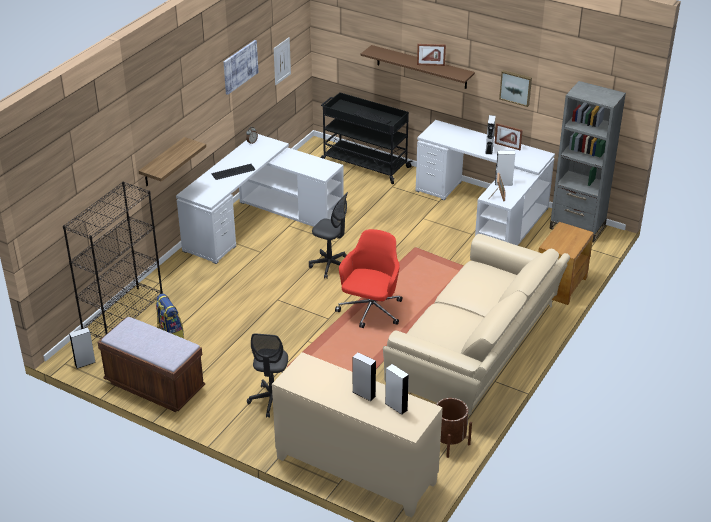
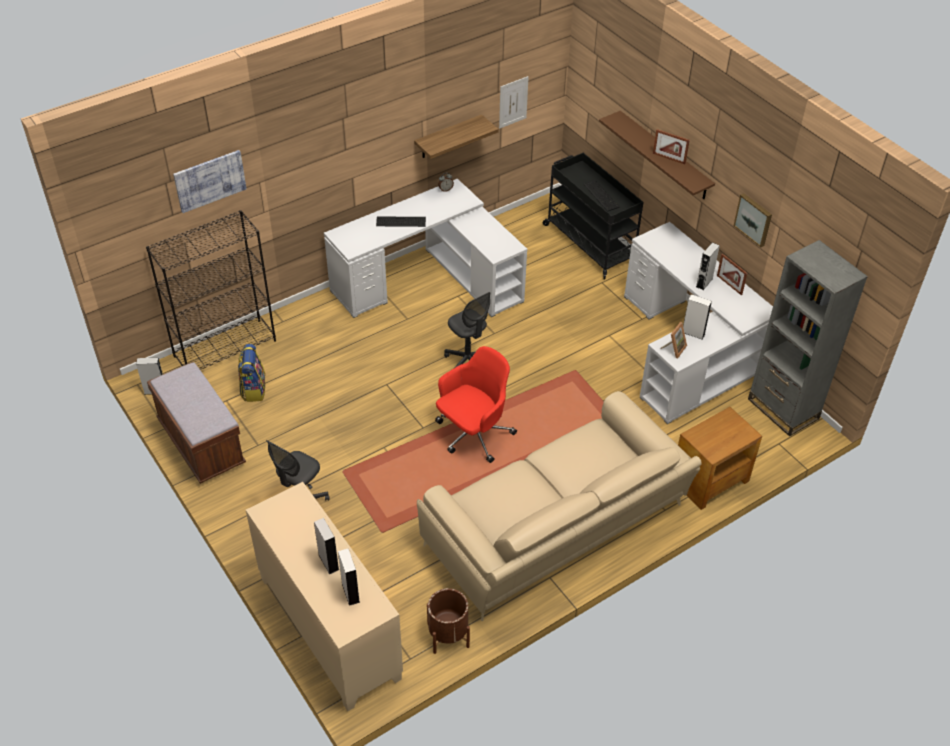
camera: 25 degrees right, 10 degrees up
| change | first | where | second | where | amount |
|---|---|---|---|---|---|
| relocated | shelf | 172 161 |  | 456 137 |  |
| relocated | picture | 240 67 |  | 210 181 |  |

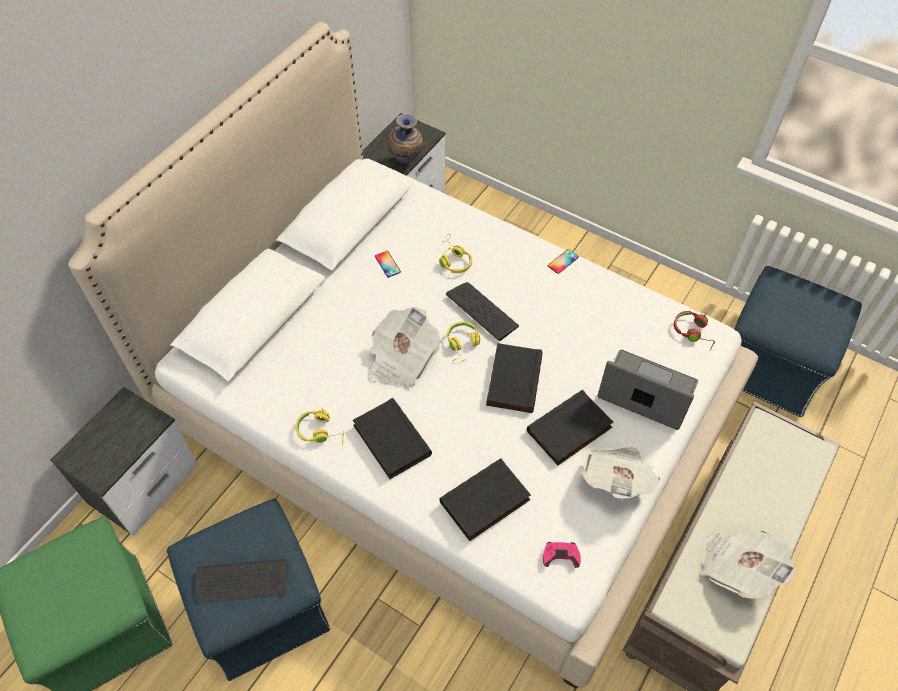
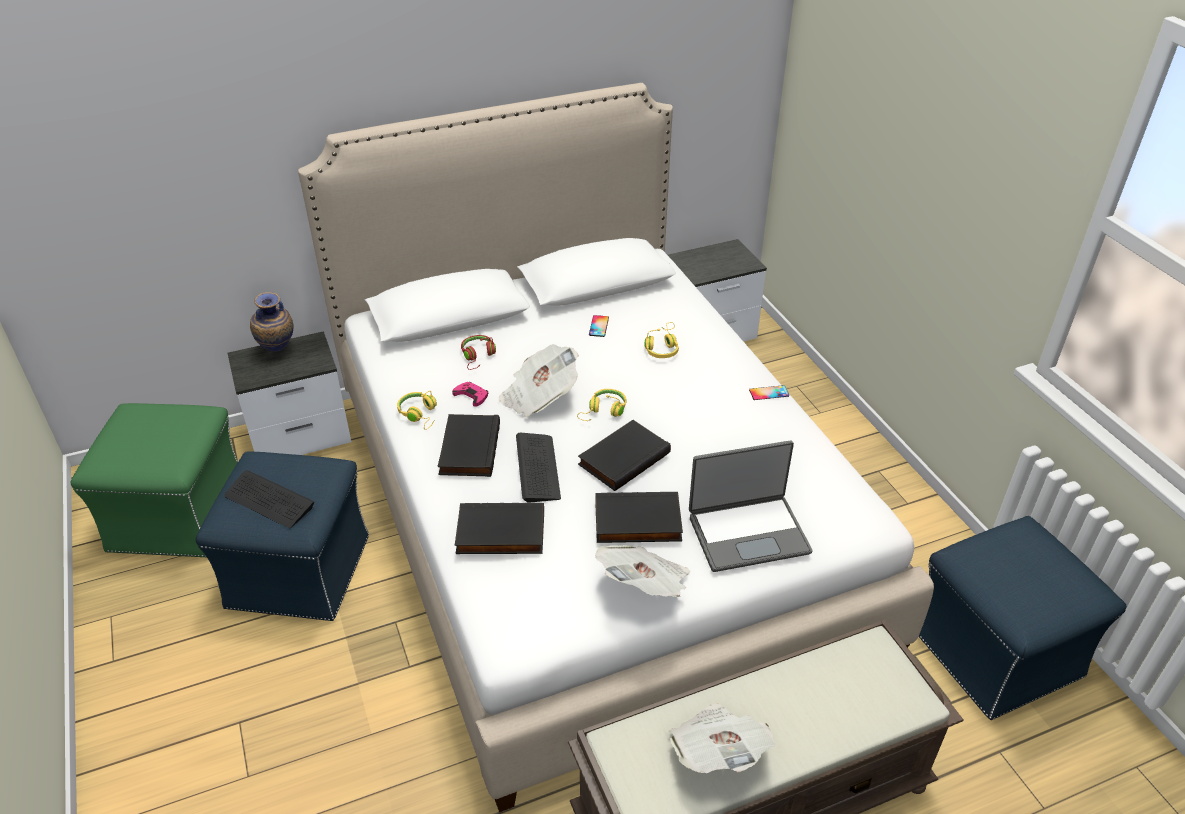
camera: 35 degrees right, 15 degrees down
| change | first | where | second | where | amount |
|---|---|---|---|---|---|
| relocated | vase | 405 139 |  | 271 322 |  |
| relocated | keyboard | 482 311 |  | 538 468 |  |
| relocated | pink game controller | 562 555 |  | 470 394 |  |
| spun | laptop | 648 389 |  | 750 506 | 105 degrees clockwise |
| relocated | red headphones | 694 331 |  | 478 352 |  |

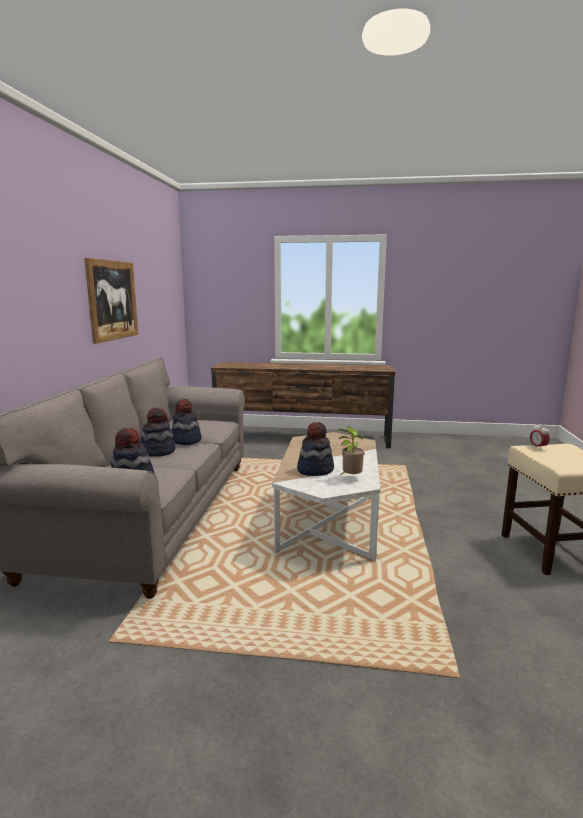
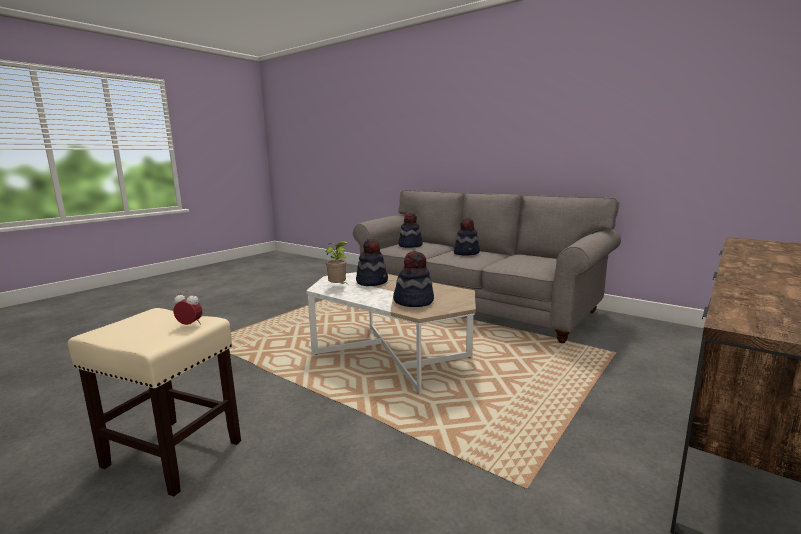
camera: 120 degrees right, 0 degrees up
| change | first | where | second | where | amount |
|---|---|---|---|---|---|
| missing | picture | 111 301 |  |  |  |
| relocated | hat | 187 422 |  | 413 279 |  |

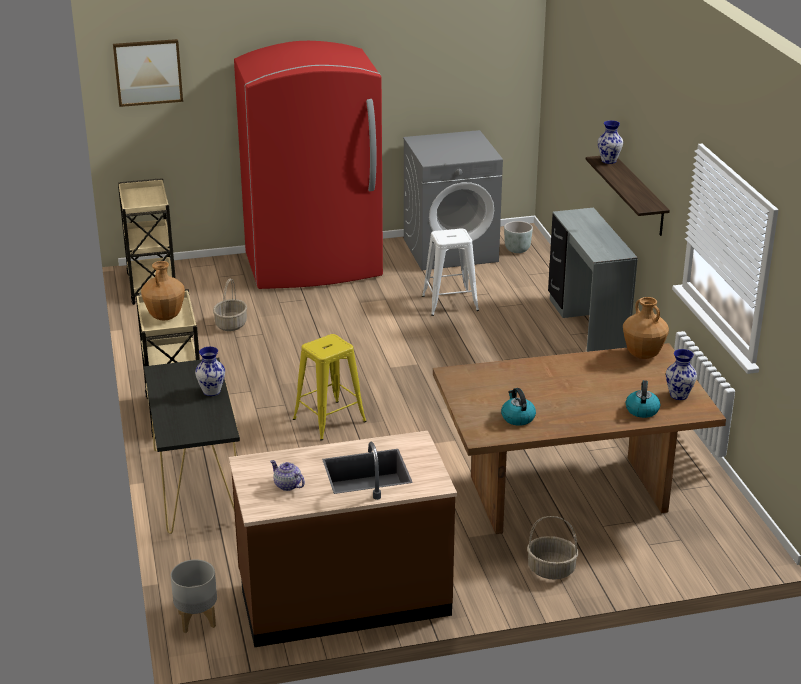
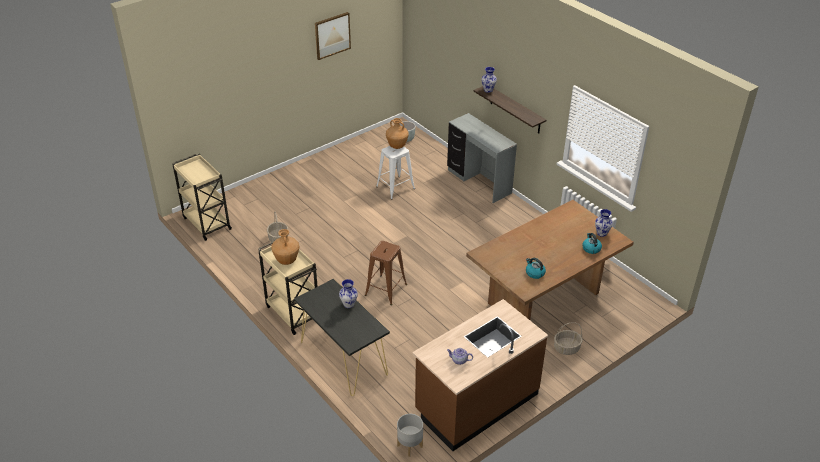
camera: 25 degrees left, 10 degrees up
| change | first | where | second | where | amount |
|---|---|---|---|---|---|
| relocated | picture | 148 73 |  | 333 36 |  |
| missing | red fridge | 308 165 |  |  |  |
| colour | yellow stool | 330 387 | brown stool | 386 273 |  |
| missing | grey washing machine | 453 200 |  |  |  |
| relocated | brown vase | 646 328 |  | 397 133 |  |

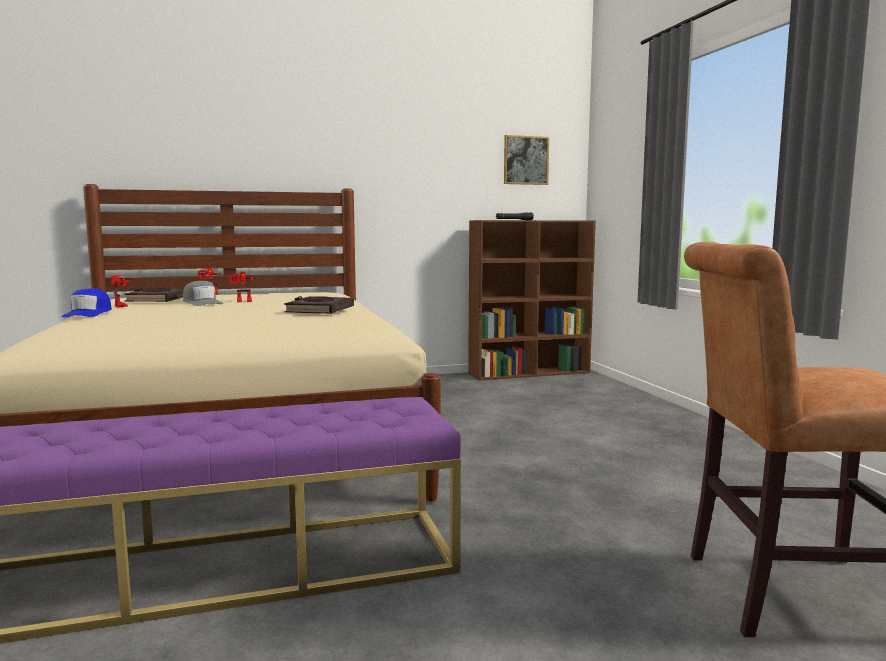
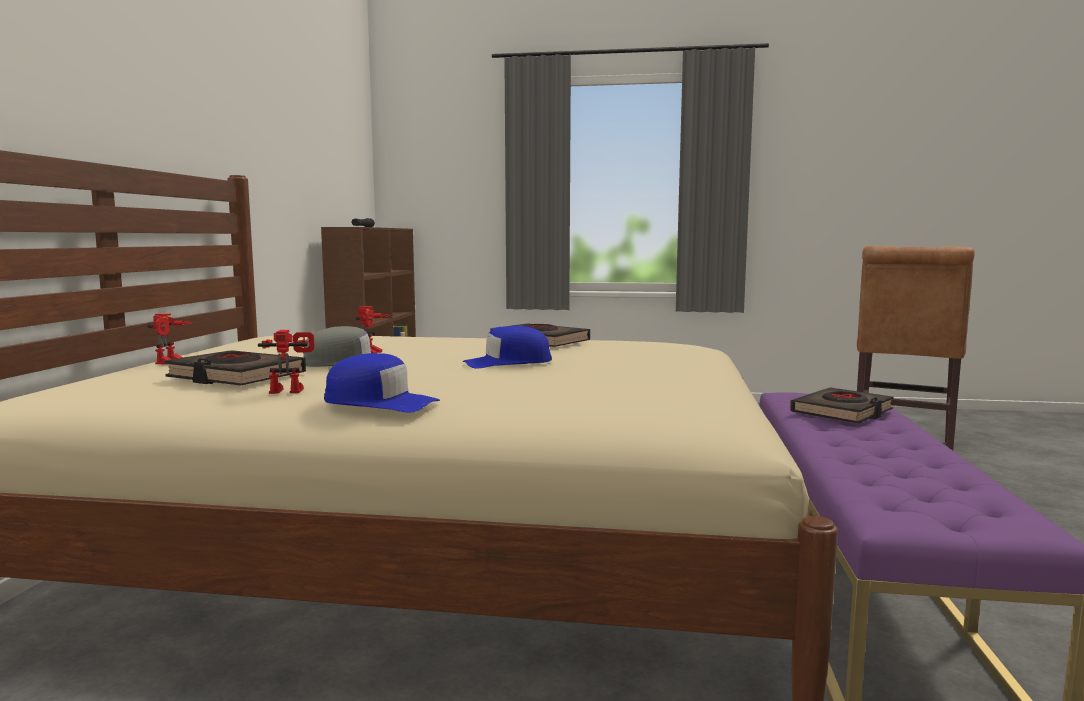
camera: 65 degrees left, 0 degrees up
| change | first | where | second | where | amount |
|---|---|---|---|---|---|
| missing | picture | 526 160 |  |  |  |
| appeared |  |  | blue cap | 507 347 |  |
| appeared |  |  | black book | 841 406 |  |

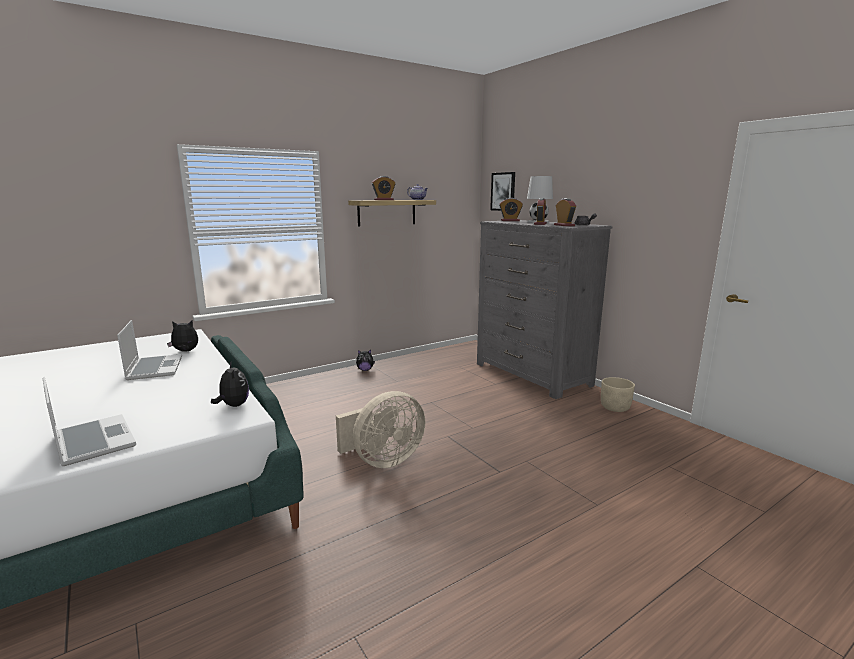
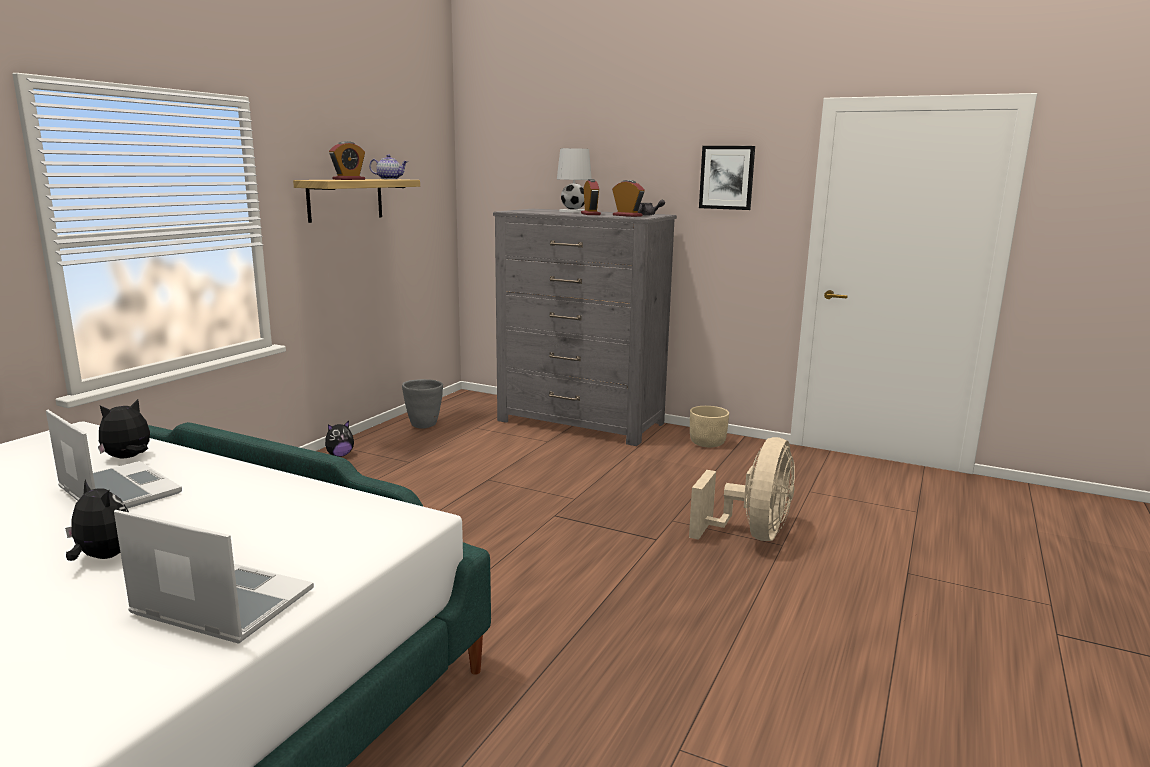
camera: 30 degrees left, 0 degrees up
| change | first | where | second | where | amount |
|---|---|---|---|---|---|
| relocated | plush toy | 230 385 |  | 97 520 |  |
| relocated | beige fan | 380 429 |  | 742 489 |  |
| relocated | picture | 502 191 |  | 727 178 |  |
| missing | alarm clock | 511 209 |  |  |  |
| appeared |  |  | grey planter | 422 404 |  |

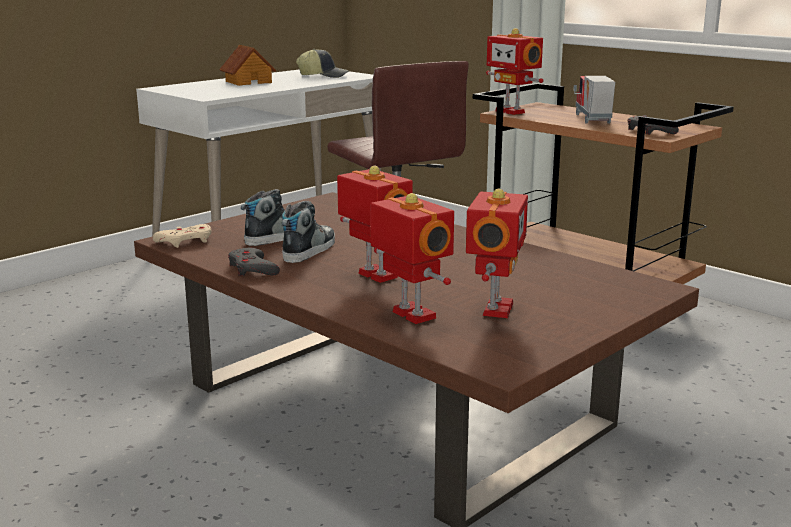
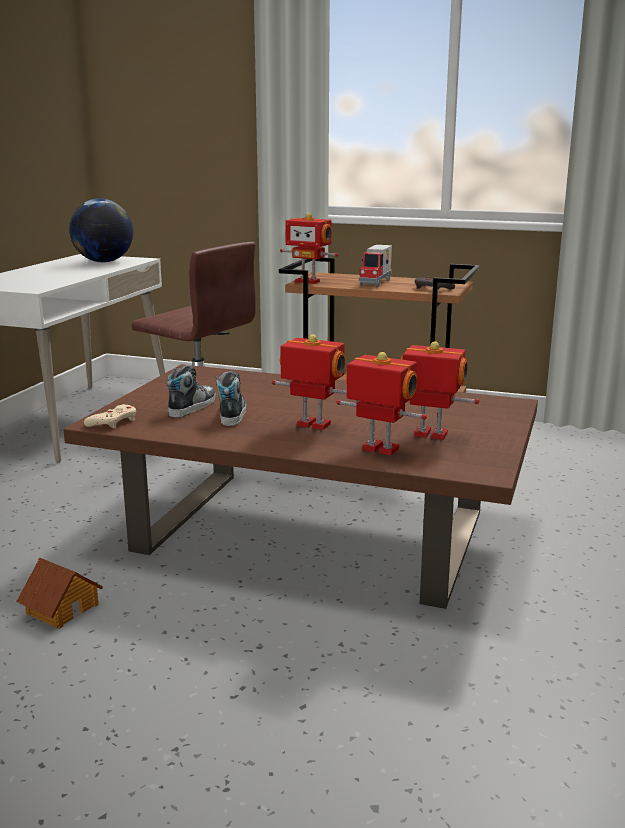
camera: 25 degrees left, 0 degrees up
| change | first | where | second | where | amount |
|---|---|---|---|---|---|
| relocated | toy house | 247 65 |  | 59 593 |  |
| missing | grey game controller | 254 262 |  |  |  |
| exchanged | cap | 322 63 | globe | 101 230 |  |
| spun | toy robot | 497 253 |  | 440 390 | 60 degrees counterclockwise |
| spun | toy truck | 594 100 |  | 375 266 | 135 degrees counterclockwise |

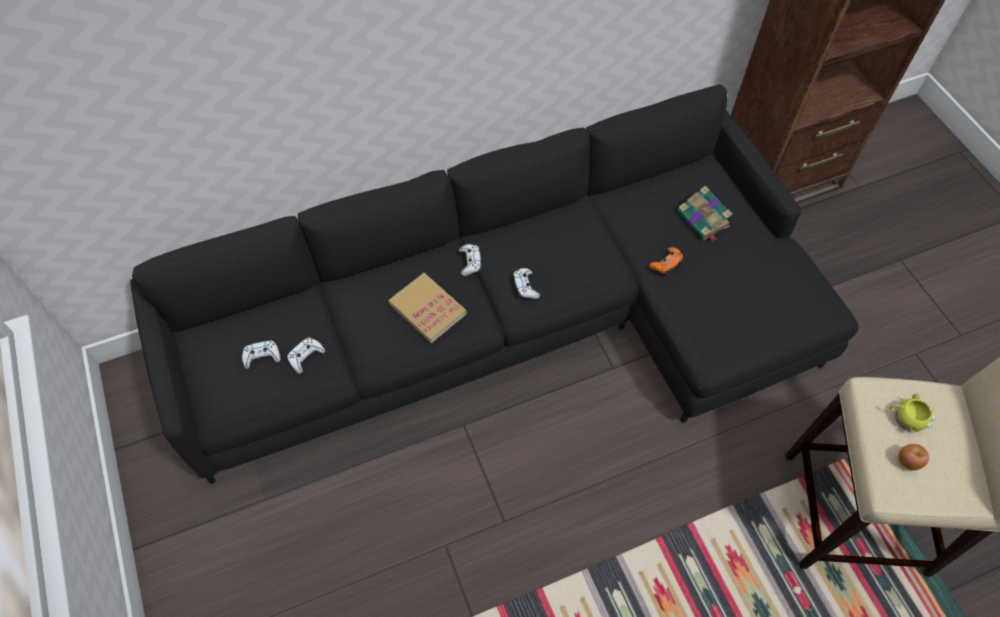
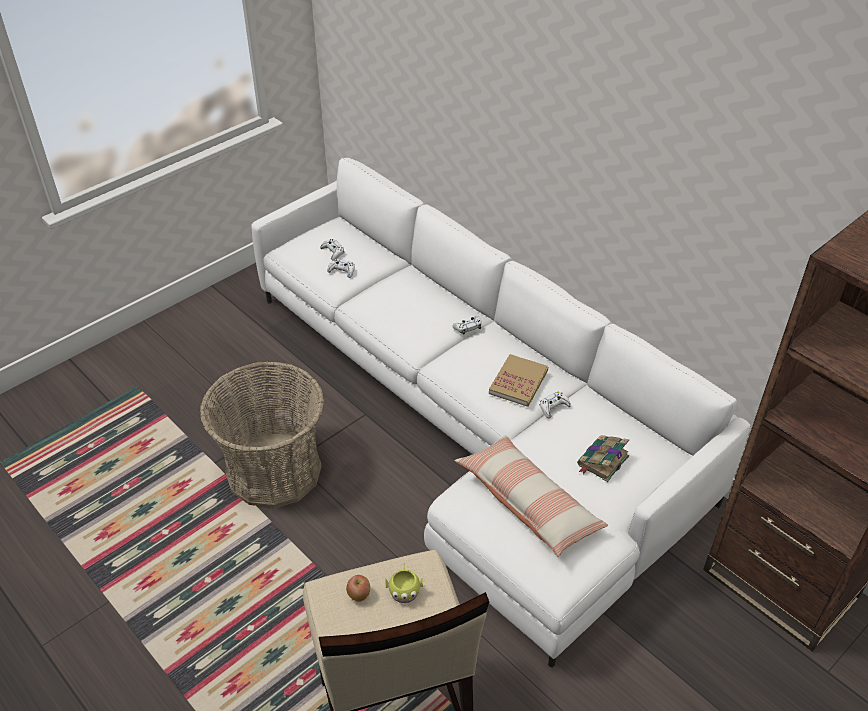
camera: 70 degrees right, 15 degrees down
| change | first | where | second | where | amount |
|---|---|---|---|---|---|
| colour | black sofa | 494 284 | white sofa | 501 413 |  |
| relocated | book | 427 308 |  | 518 380 |  |
| relocated | white game controller | 526 283 |  | 555 405 |  |
| missing | orange game controller | 666 261 |  |  |  |
| appeared |  |  | basket | 262 435 |  |
| appeared |  |  | pillow | 531 496 |  |

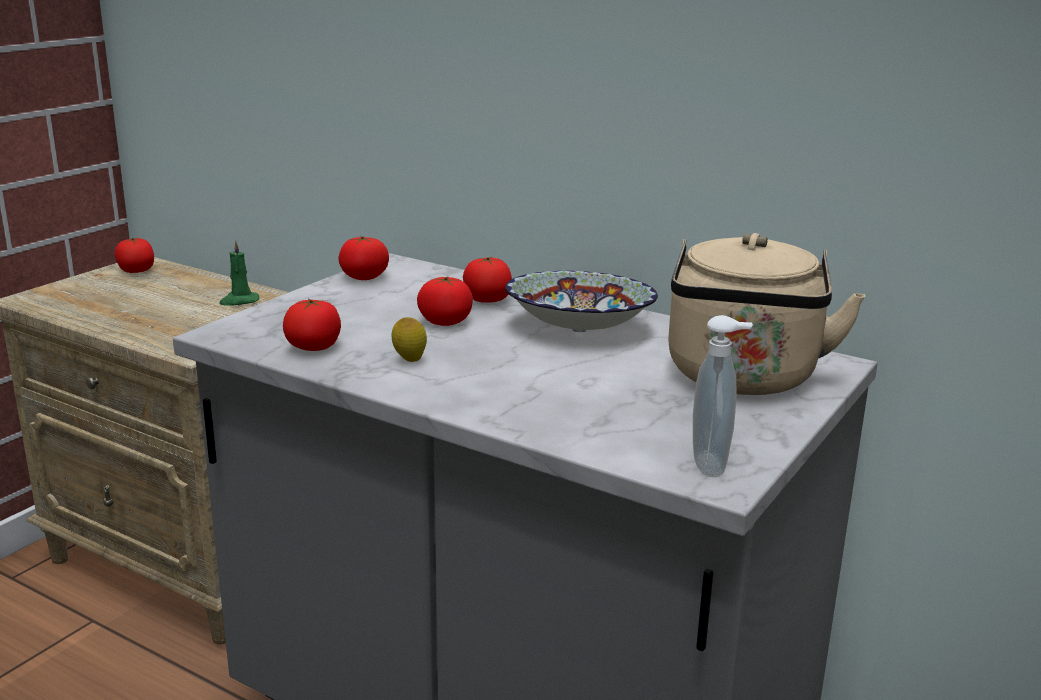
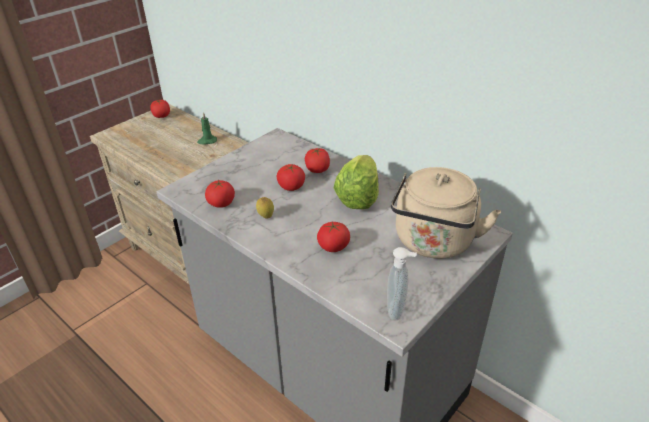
camera: 10 degrees right, 15 degrees up
| change | first | where | second | where | amount |
|---|---|---|---|---|---|
| relocated | tomato | 363 258 |  | 333 237 |  |
| exchanged | bowl | 581 301 | lettuce | 356 182 |  |

